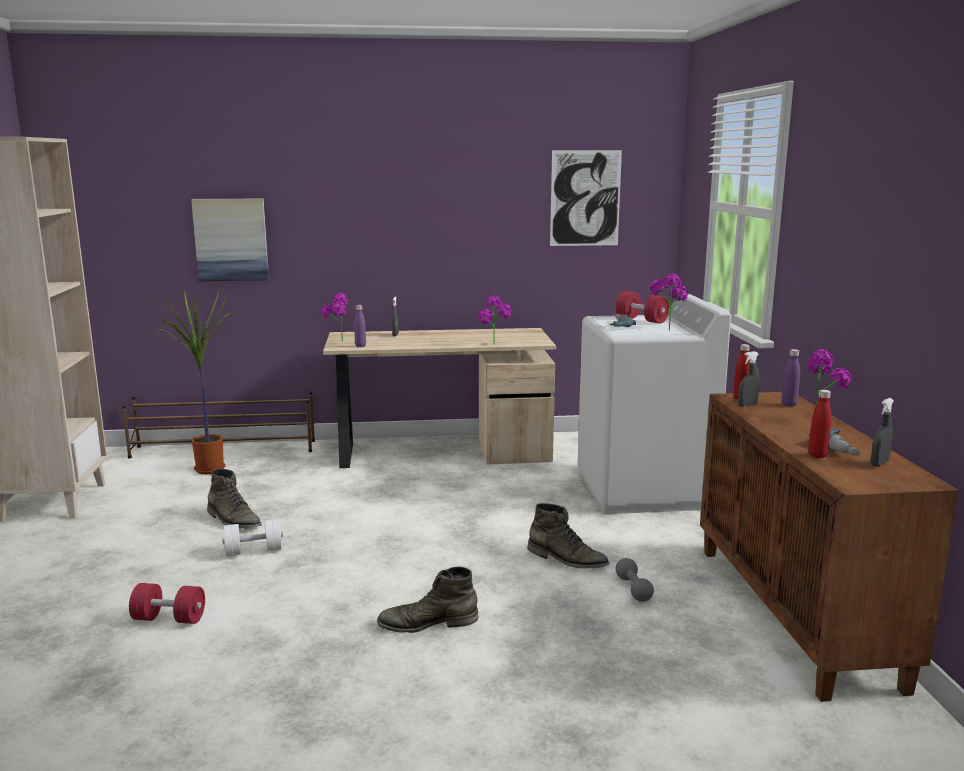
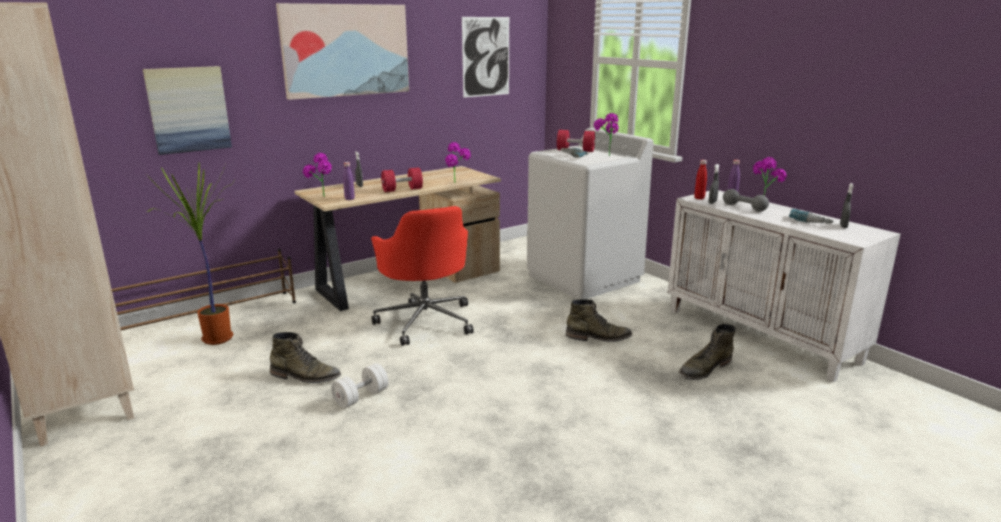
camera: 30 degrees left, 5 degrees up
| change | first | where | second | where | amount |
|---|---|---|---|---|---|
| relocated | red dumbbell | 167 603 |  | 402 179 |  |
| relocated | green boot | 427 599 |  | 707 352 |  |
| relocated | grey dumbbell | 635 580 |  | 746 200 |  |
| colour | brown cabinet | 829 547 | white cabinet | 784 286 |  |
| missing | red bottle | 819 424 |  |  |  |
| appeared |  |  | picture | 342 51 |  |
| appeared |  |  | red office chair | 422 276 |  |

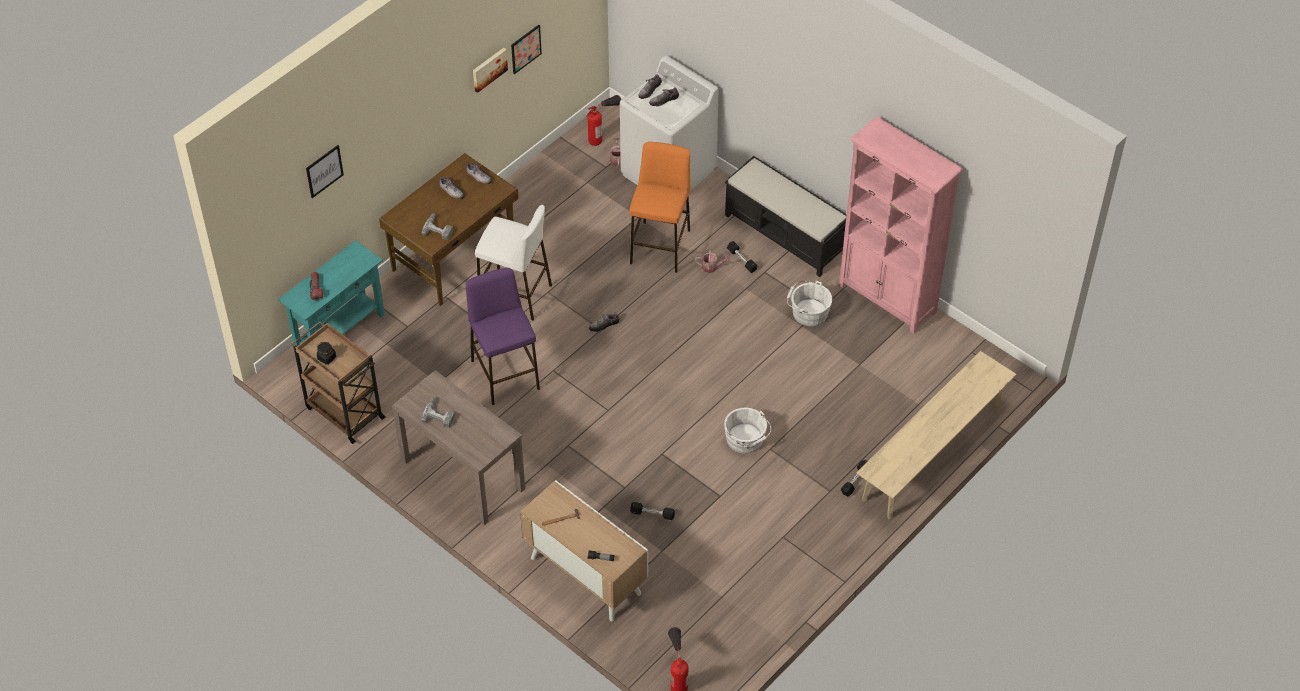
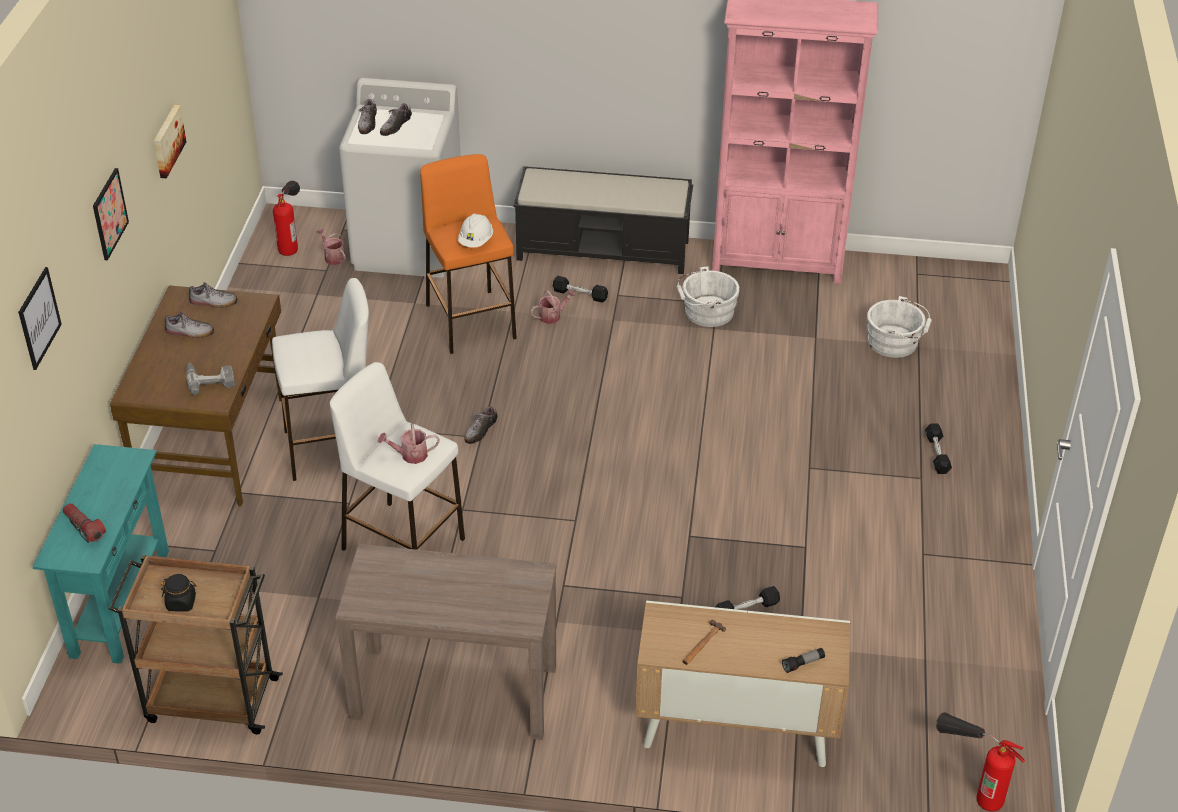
camera: 35 degrees left, 10 degrees down
| change | first | where | second | where | amount |
|---|---|---|---|---|---|
| missing | power drill | 438 412 |  |  |  |
| colour | purple stool | 502 336 | white stool | 397 456 |  |
| relocated | picture | 526 49 |  | 111 214 |  |
| relocated | white bucket | 747 430 |  | 899 327 |  |
| missing | beige bench | 936 435 |  |  |  |
| appeared |  |  | watering can | 408 443 |  |
| appeared |  |  | white hard hat | 475 230 |  |

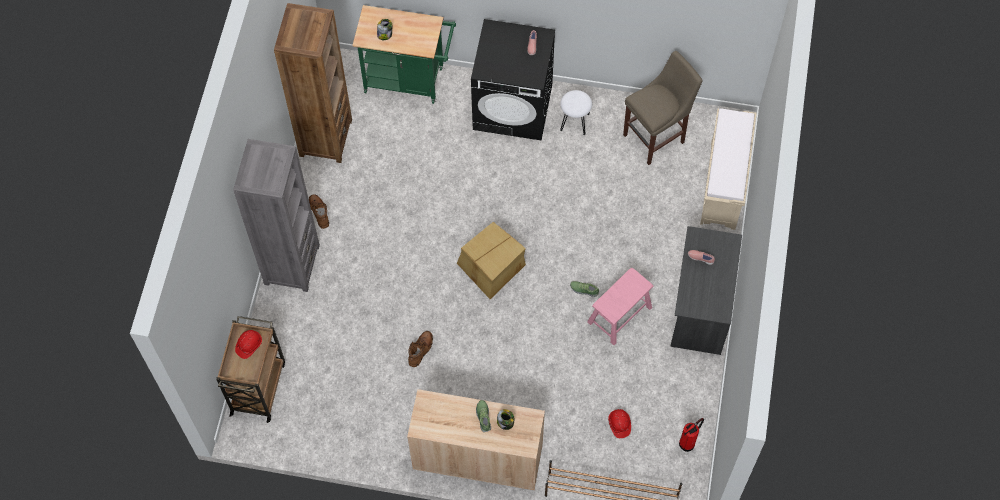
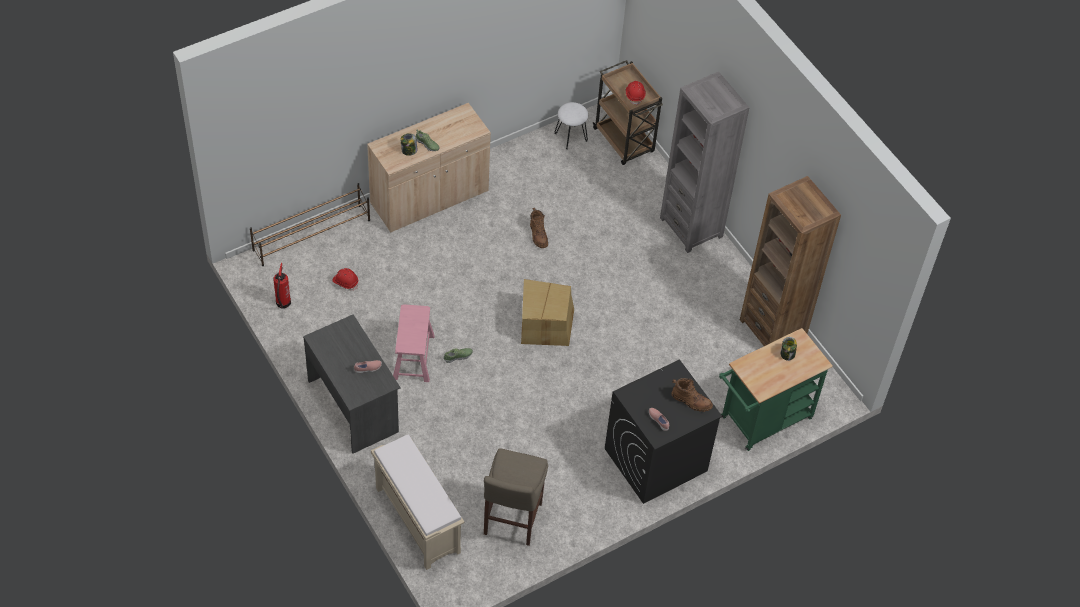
camera: 135 degrees right, 10 degrees down
| change | first | where | second | where | amount |
|---|---|---|---|---|---|
| relocated | brown boot | 319 211 |  | 692 395 |  |
| relocated | white stool | 576 112 |  | 571 126 |  |

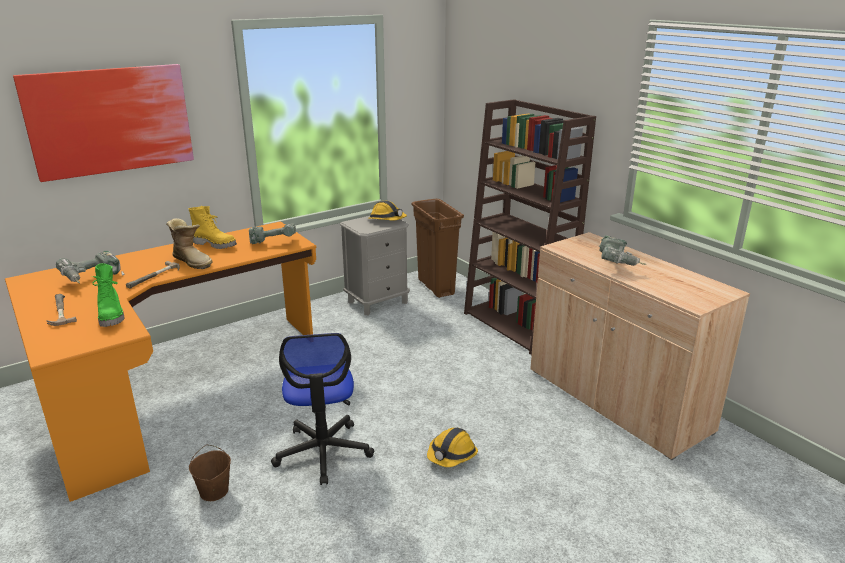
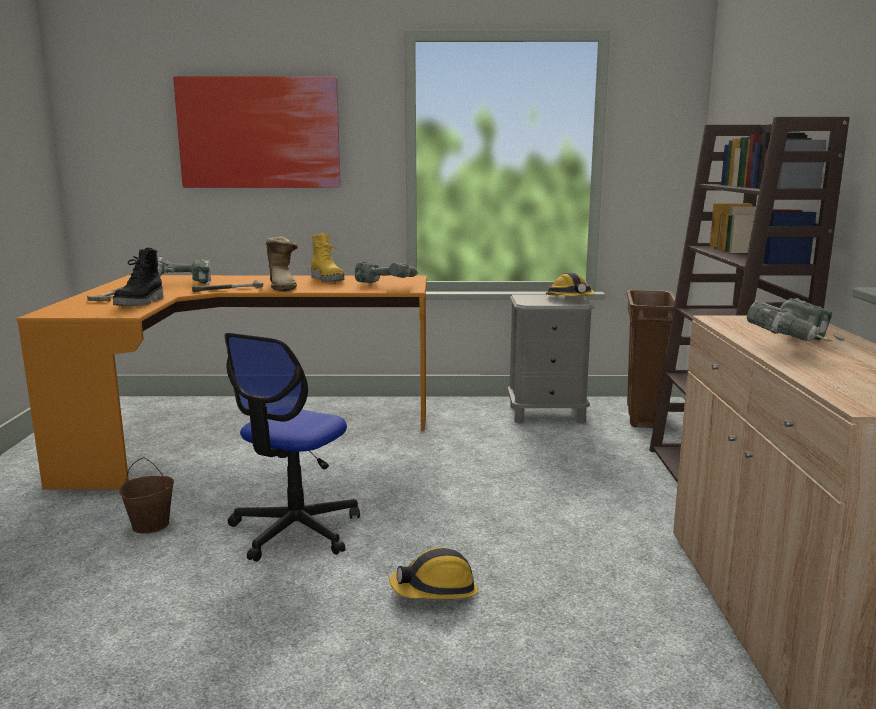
camera: 35 degrees right, 10 degrees down
| change | first | where | second | where | amount |
|---|---|---|---|---|---|
| colour | green boot | 108 295 | black boot | 138 277 |  |

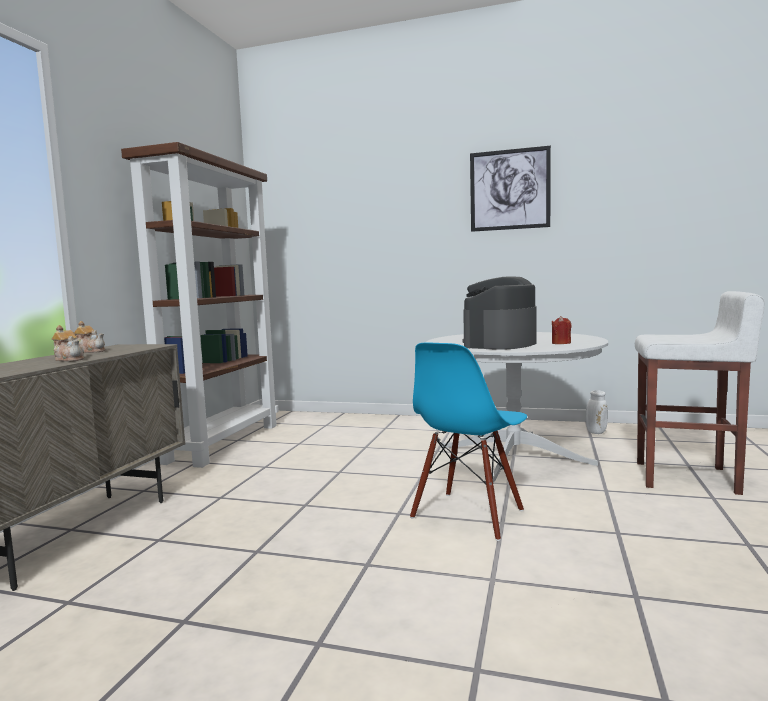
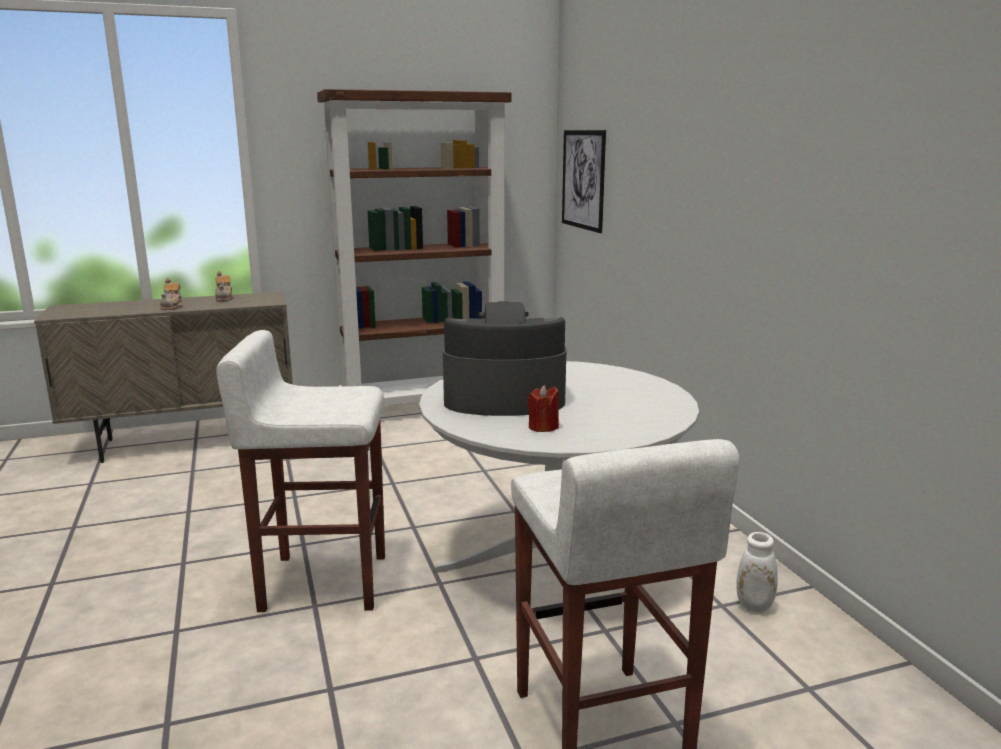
camera: 55 degrees right, 10 degrees up
| change | first | where | second | where | amount |
|---|---|---|---|---|---|
| exchanged | blue chair | 468 441 | white stool | 300 471 |  |
| relocated | picture | 510 189 |  | 584 181 |  |

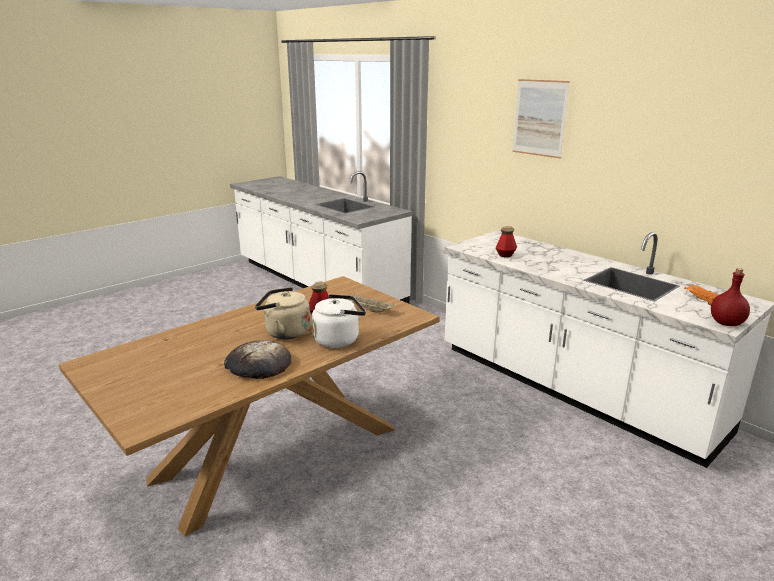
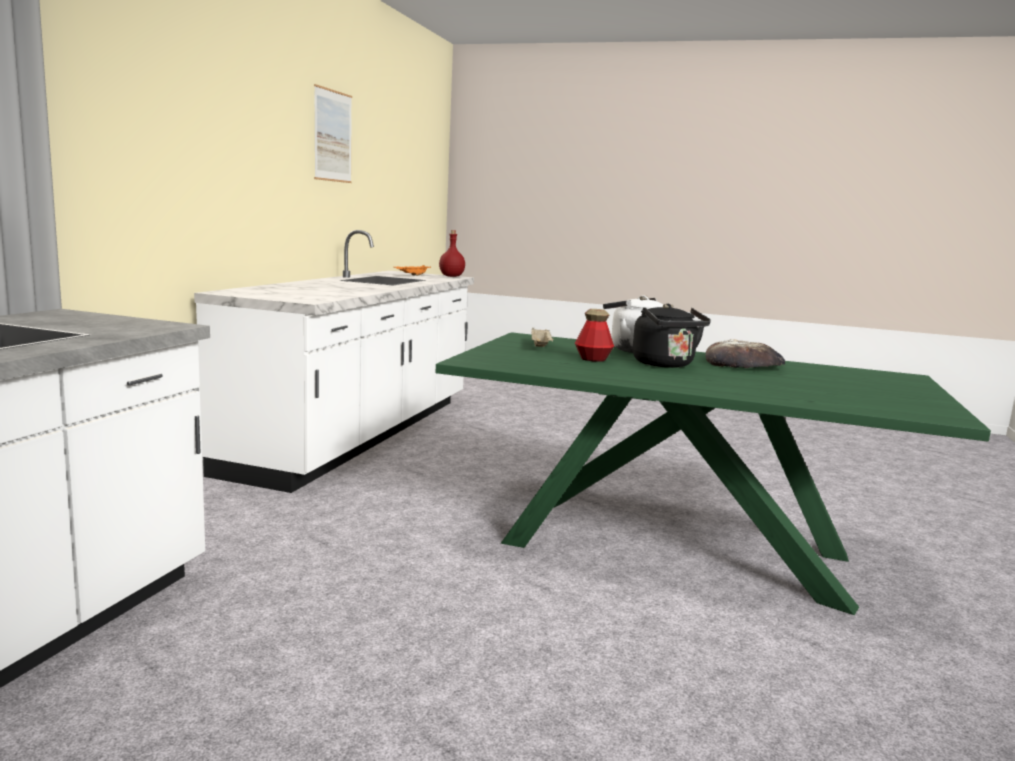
camera: 120 degrees left, 10 degrees down
| change | first | where | second | where | amount |
|---|---|---|---|---|---|
| colour | brown dining table | 249 406 | green dining table | 713 473 |  |
| colour | beige kettle | 283 313 | black kettle | 672 336 |  |
| missing | bottle | 506 241 |  |  |  |
| relocated | picture | 541 119 |  | 333 133 |  |

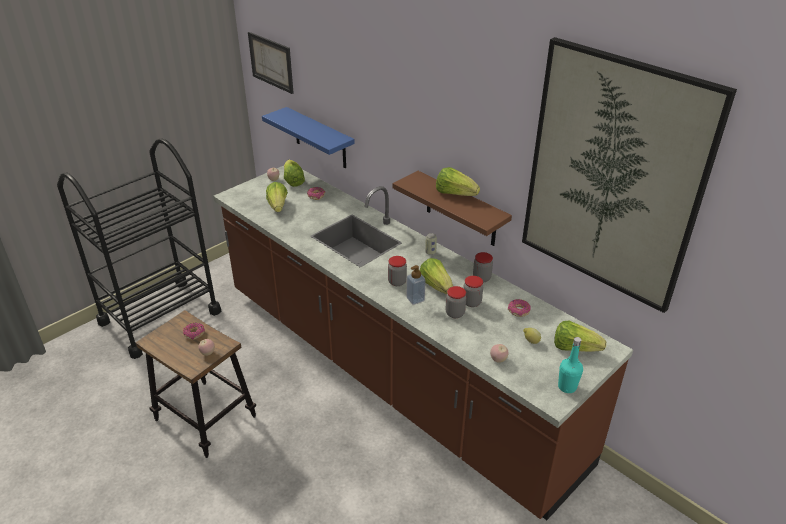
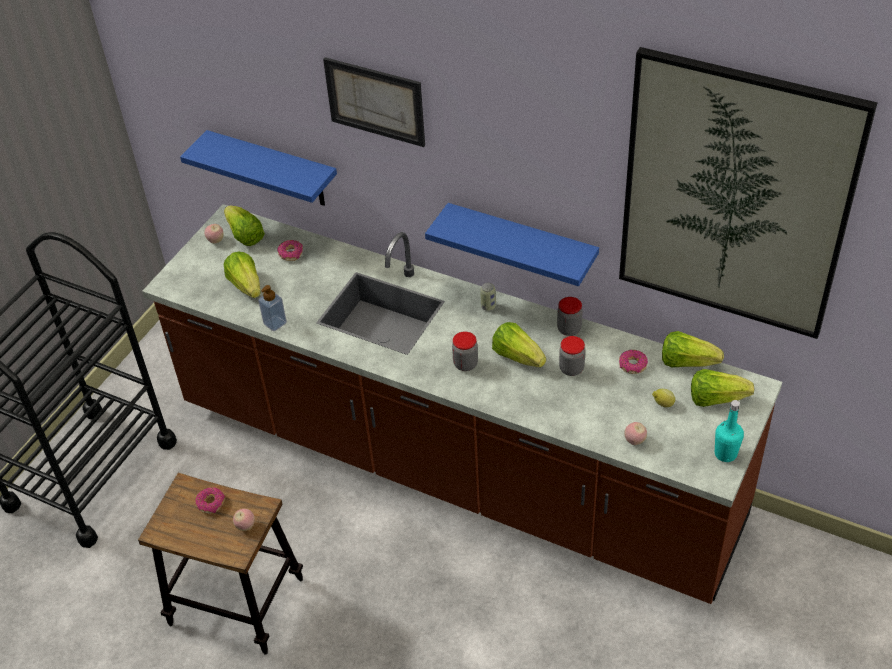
camera: 15 degrees left, 10 degrees up
| change | first | where | second | where | amount |
|---|---|---|---|---|---|
| relocated | picture | 271 63 |  | 374 102 |  |
| colour | brown shelf | 452 208 | blue shelf | 512 244 |  |
| relocated | soap dispenser | 416 285 |  | 272 308 |  |
| relocated | lettuce | 458 181 |  | 693 349 |  |
| missing | jar | 455 302 |  |  |  |

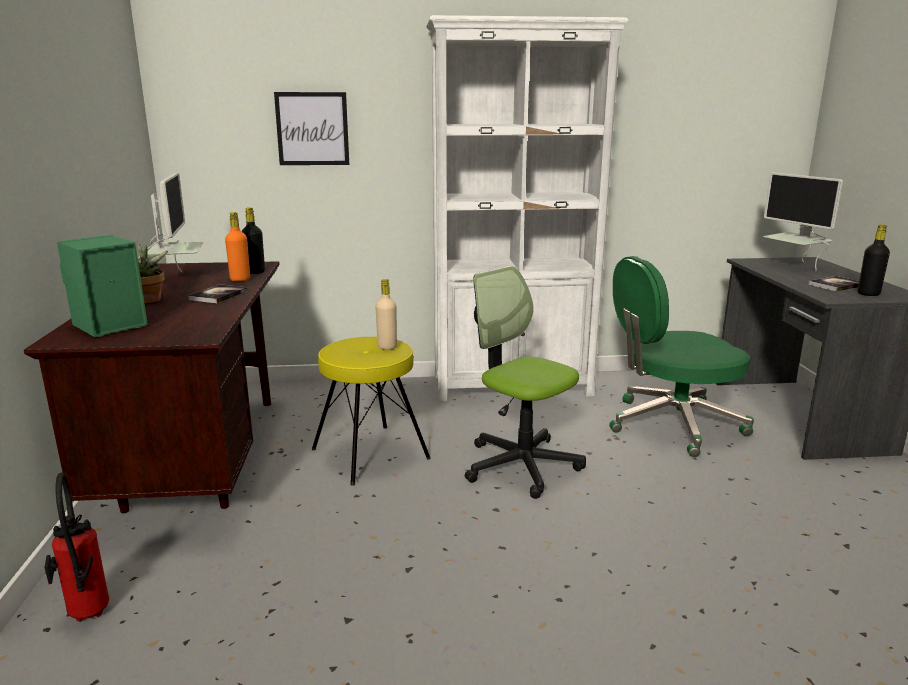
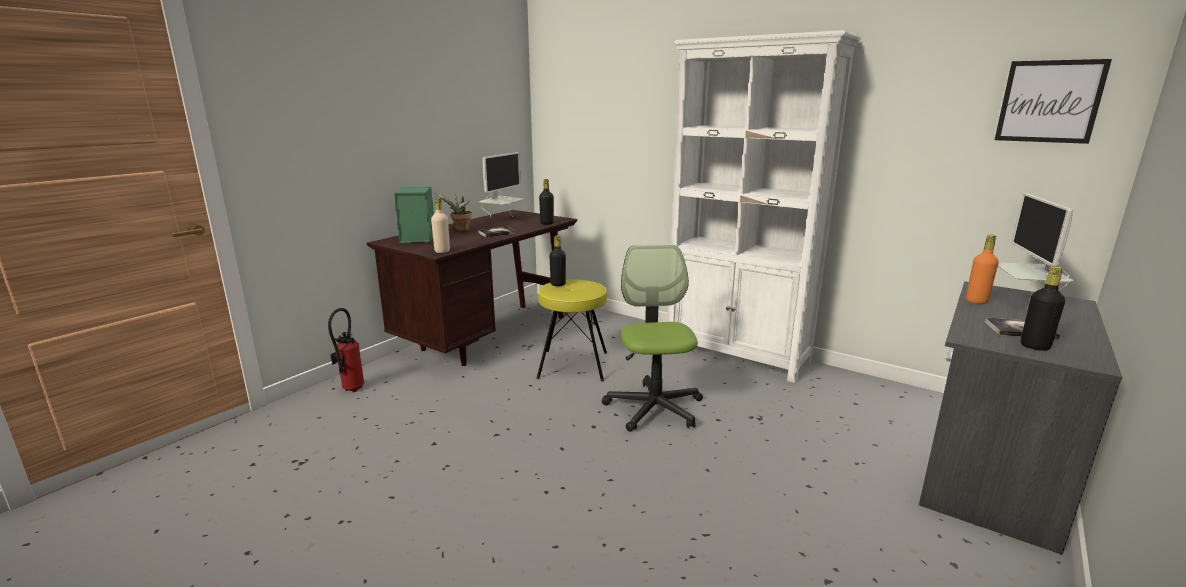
camera: 40 degrees right, 0 degrees up
| change | first | where | second | where | amount |
|---|---|---|---|---|---|
| relocated | orange bottle | 237 246 |  | 982 269 |  |
| relocated | picture | 311 128 |  | 1053 101 |  |
| relocated | beige bottle | 386 314 |  | 440 225 |  |
| missing | green office chair | 681 356 |  |  |  |
| appeared |  |  | black bottle | 557 260 |  |

